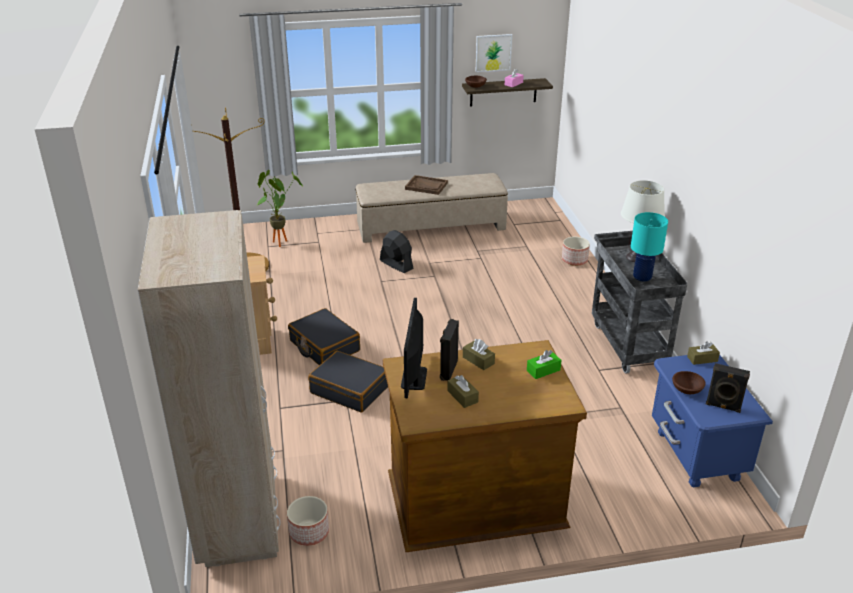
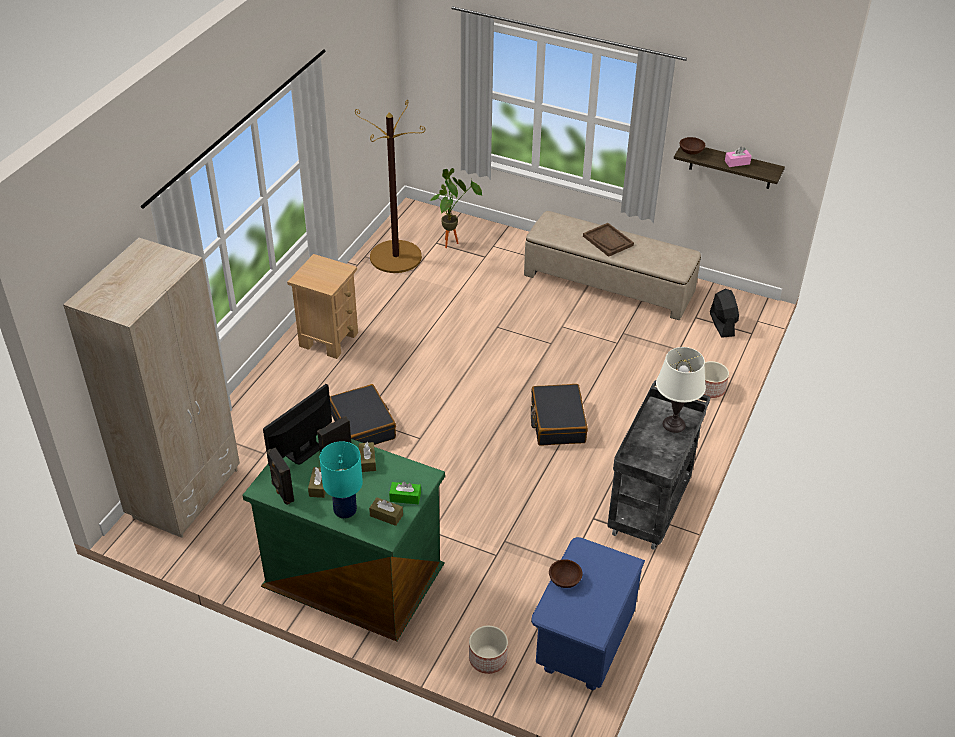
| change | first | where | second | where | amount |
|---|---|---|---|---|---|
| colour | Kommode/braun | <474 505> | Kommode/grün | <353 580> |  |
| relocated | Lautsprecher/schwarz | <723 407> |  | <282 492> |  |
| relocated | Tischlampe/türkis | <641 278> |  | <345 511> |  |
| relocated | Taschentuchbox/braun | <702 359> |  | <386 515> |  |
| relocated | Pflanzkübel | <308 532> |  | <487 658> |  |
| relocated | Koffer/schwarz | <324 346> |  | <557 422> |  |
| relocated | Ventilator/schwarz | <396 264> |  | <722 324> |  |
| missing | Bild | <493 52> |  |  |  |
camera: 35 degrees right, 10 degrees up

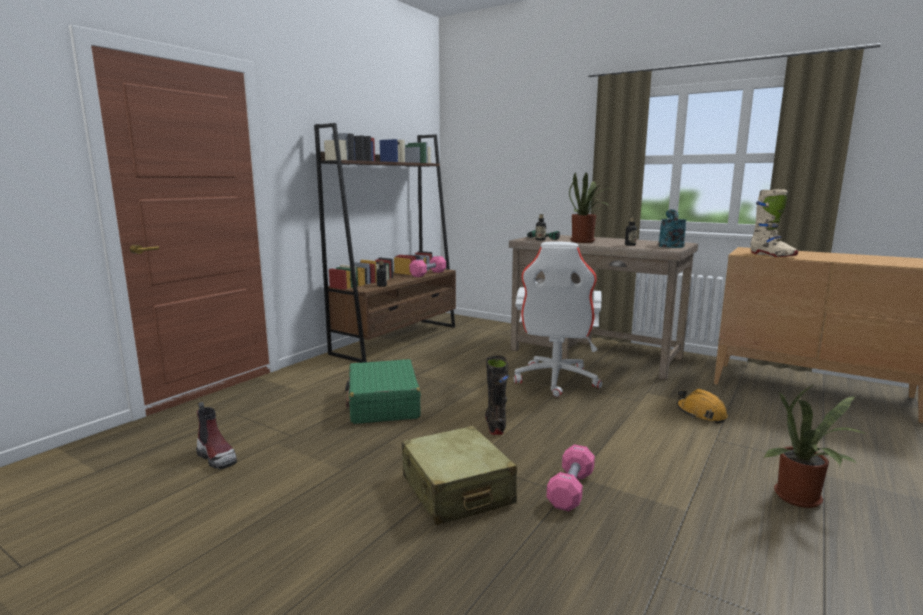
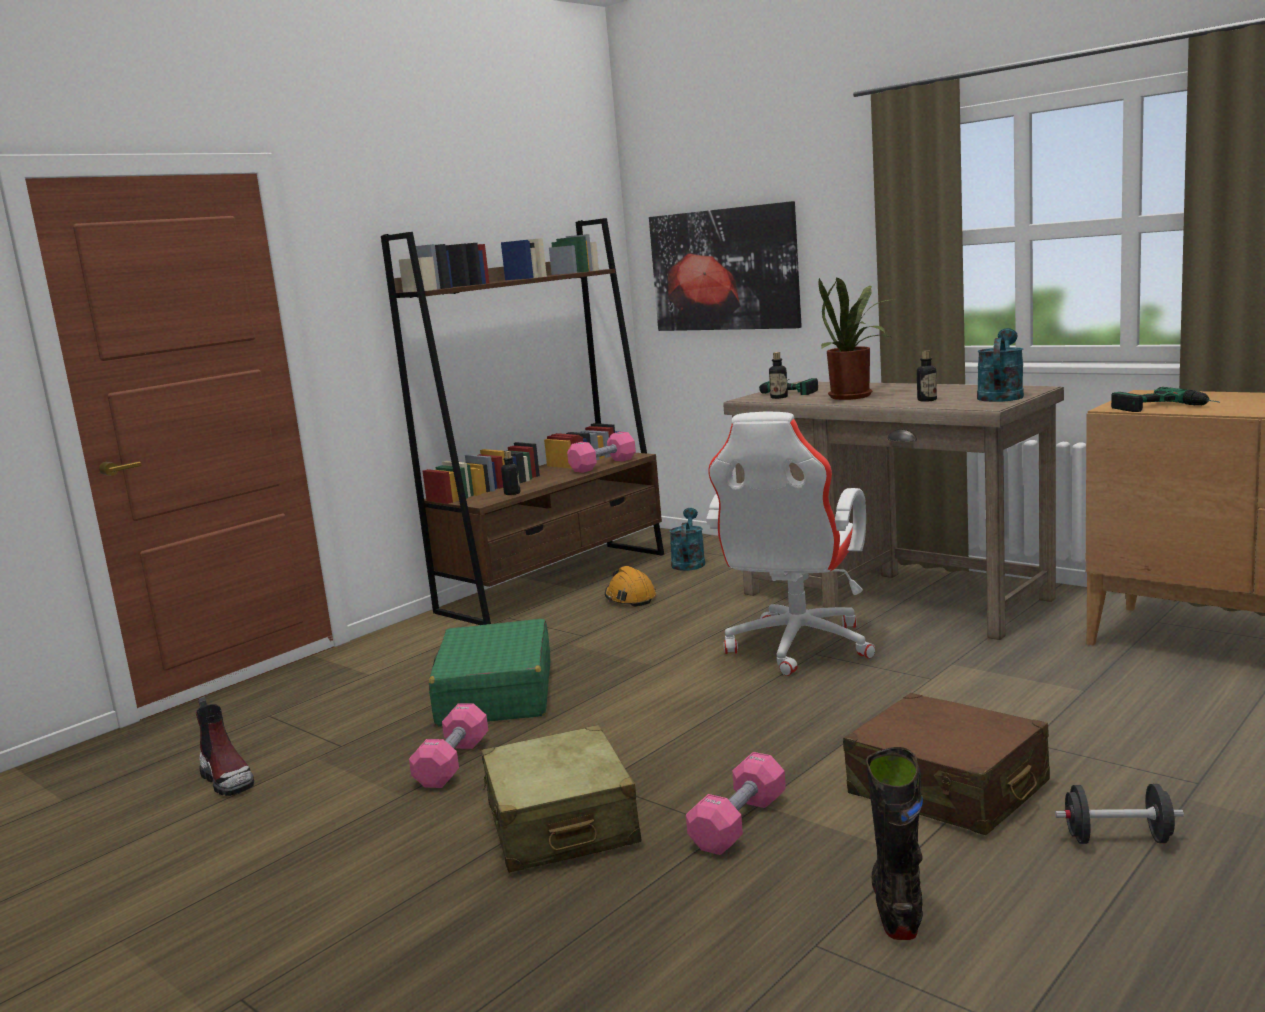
| change | first | where | second | where | amount |
|---|---|---|---|---|---|
| appeared |  |  | Hantel/rosa | <452 763> |  |
| relocated | Schutzhelm/orange | <701 414> |  | <630 598> |  |
| appeared |  |  | Bild | <724 269> |  |
| appeared |  |  | Gießkanne/türkis | <688 562> |  |
| appeared |  |  | Koffer/braun | <947 789> |  |
| relocated | Stiefel/schwarz | <495 425> |  | <897 907> |  |
| exchanged | Topfpflanze | <801 500> | Hantel/schwarz | <1118 839> |  |
| exchanged | Stiefel/beige | <772 255> | Bohrmaschine | <1167 408> |  |
camera: 10 degrees right, 0 degrees up

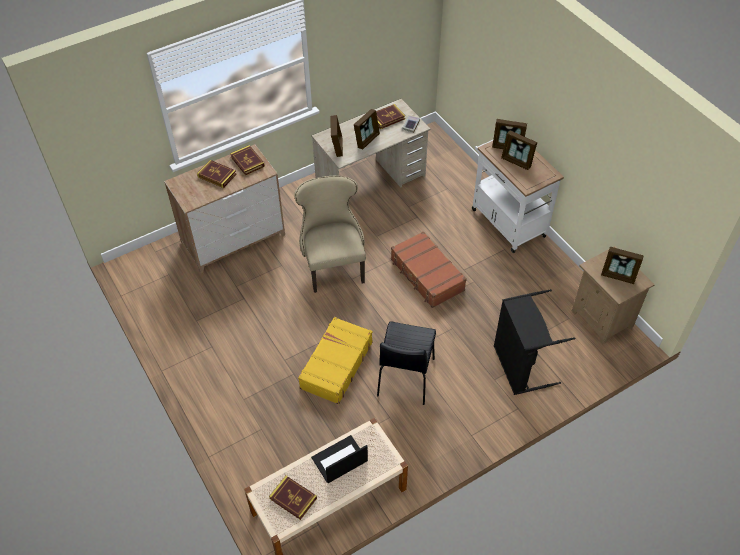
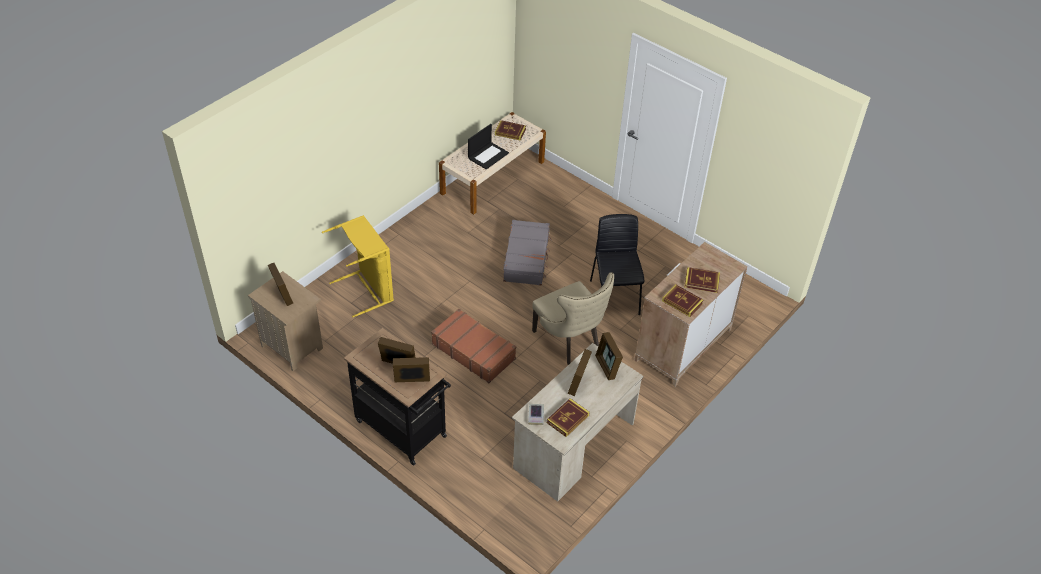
| change | first | where | second | where | amount |
|---|---|---|---|---|---|
| spun | Bilderrahmen | <618 276> |  | <282 295> | 60 degrees clockwise |
| colour | Wäschekorb/schwarz | <519 366> | Wäschekorb/gelb | <367 290> |  |
| colour | Rollwagen/weiß | <506 222> | Rollwagen/schwarz | <403 430> |  |
| colour | Koffer/gelb | <336 365> | Koffer/grau | <527 258> |  |
| relocated | Stuhl/schwarz | <405 379> |  | <614 295> |  |
camera: 160 degrees right, 5 degrees down

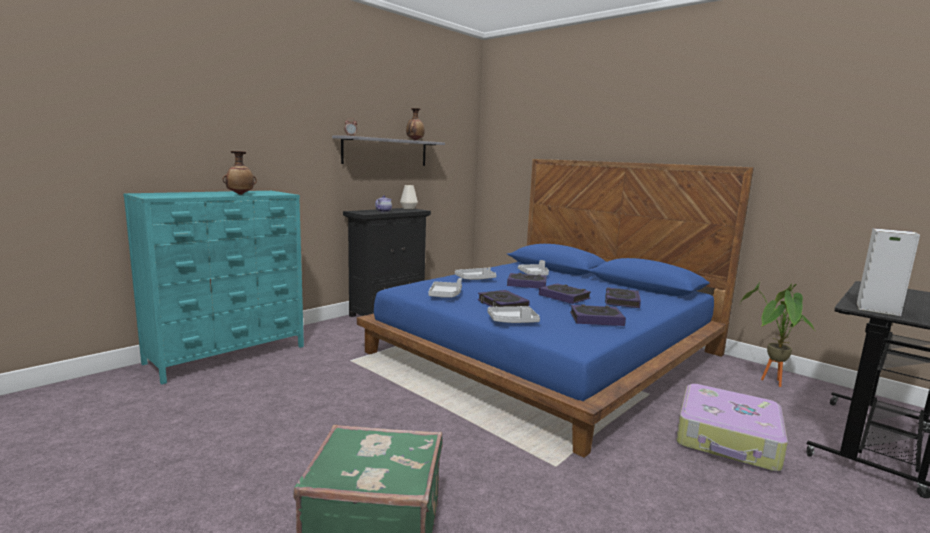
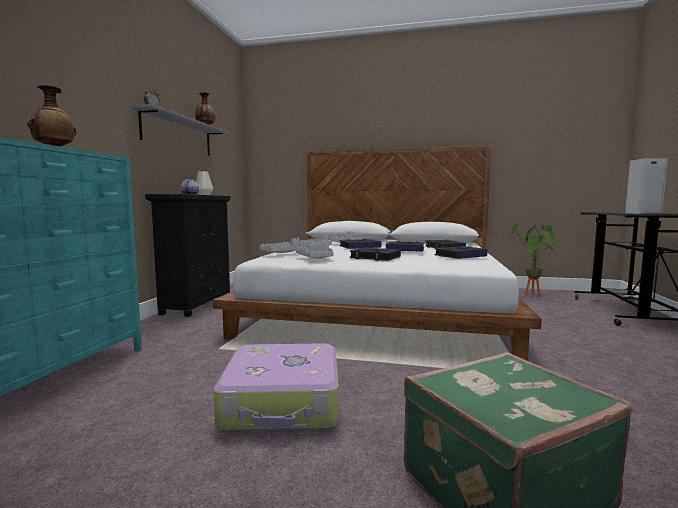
| change | first | where | second | where | amount |
|---|---|---|---|---|---|
| colour | Bett/blau | <546 353> | Bett/weiß | <381 307> |  |
| relocated | Koffer | <728 440> |  | <283 403> |  |
| relocated | Tablett/grau | <513 321> |  | <283 252> |  |
camera: 30 degrees left, 5 degrees down

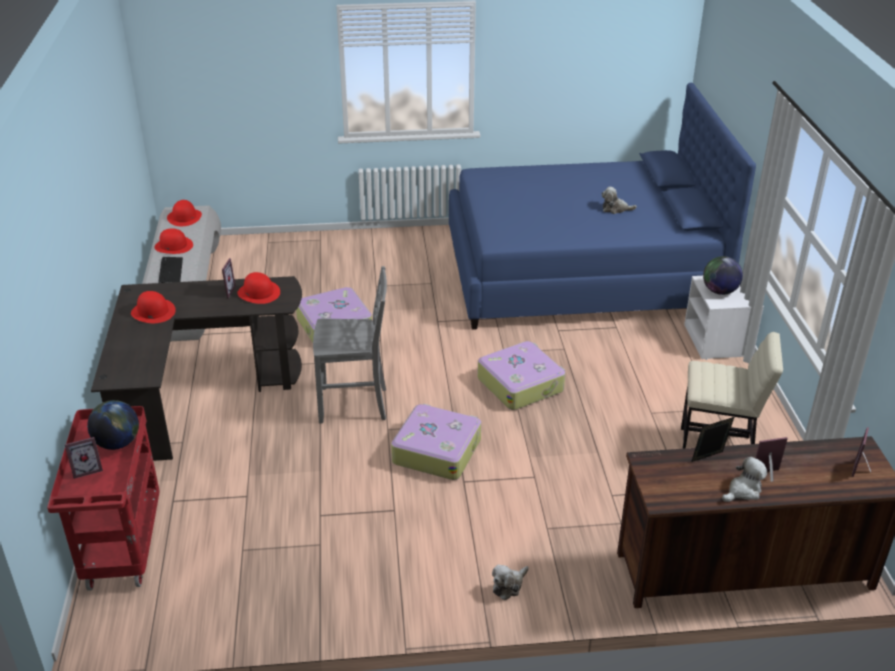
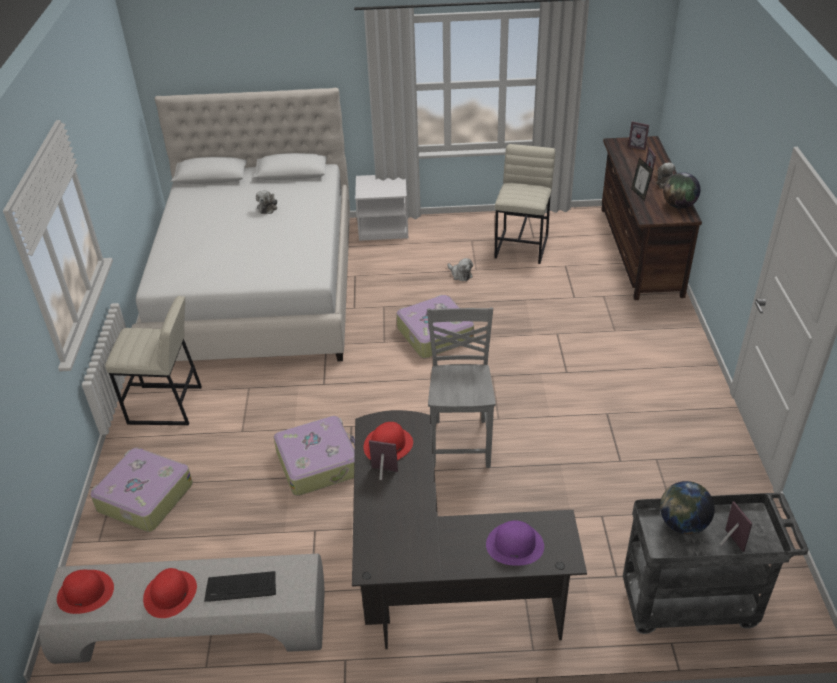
| change | first | where | second | where | amount |
|---|---|---|---|---|---|
| relocated | Koffer | <436 450> |  | <144 497> |  |
| appeared |  |  | Stuhl/beige | <167 405> |  |
| colour | Bett/blau | <581 272> | Bett/weiß | <258 287> |  |
| relocated | Plüschtier | <509 586> |  | <460 274> |  |
| appeared |  |  | Hut/lila | <515 545> |  |
| colour | Rollwagen/rot | <123 551> | Rollwagen/schwarz | <694 608> |  |
| relocated | Globus | <719 291> |  | <679 205> |  |
| missing | Hut/rot | <153 312> |  |  |  |
camera: 85 degrees left, 5 degrees up

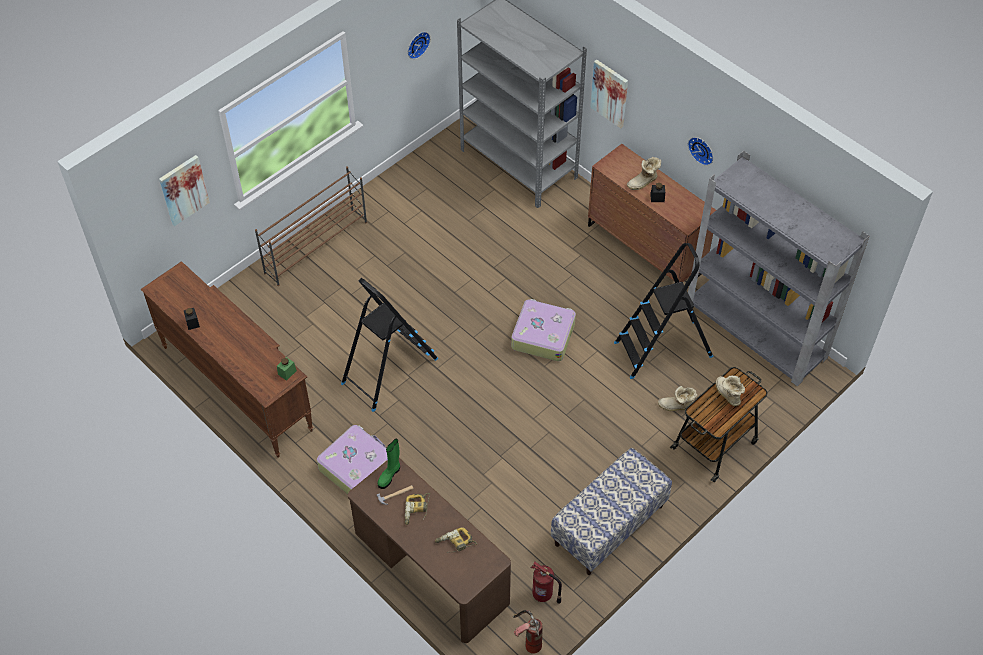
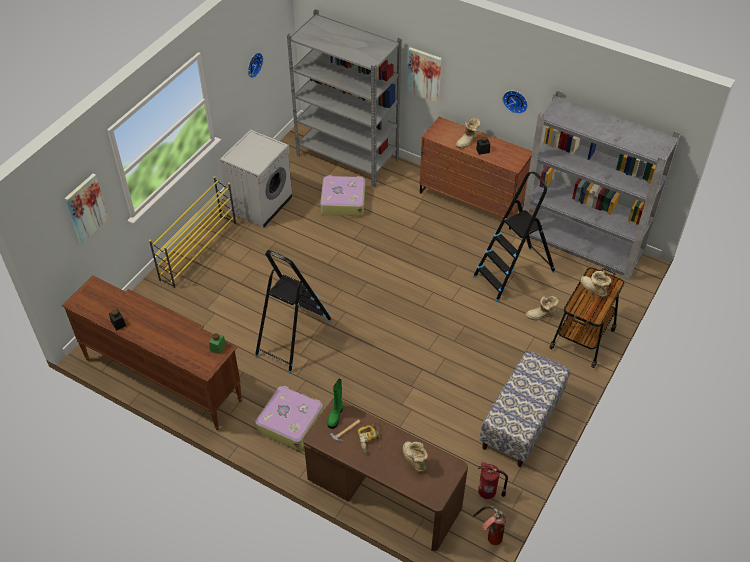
| change | first | where | second | where | amount |
|---|---|---|---|---|---|
| colour | Schuhregal/braun | <317 247> | Schuhregal/gelb | <199 252> |  |
| appeared |  |  | Waschmaschine/weiß | <261 205> |  |
| relocated | Koffer | <543 335> |  | <343 201> |  |
| exchanged | Bohrmaschine | <455 543> | Stiefel | <413 460> |  |
camera: 15 degrees left, 5 degrees down

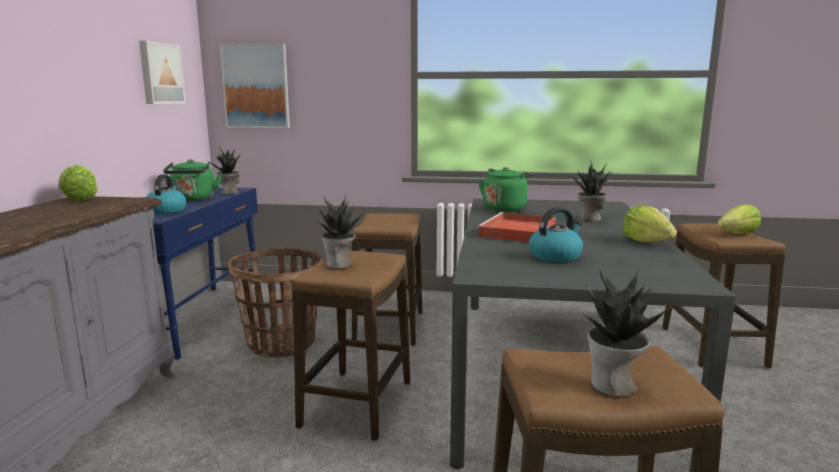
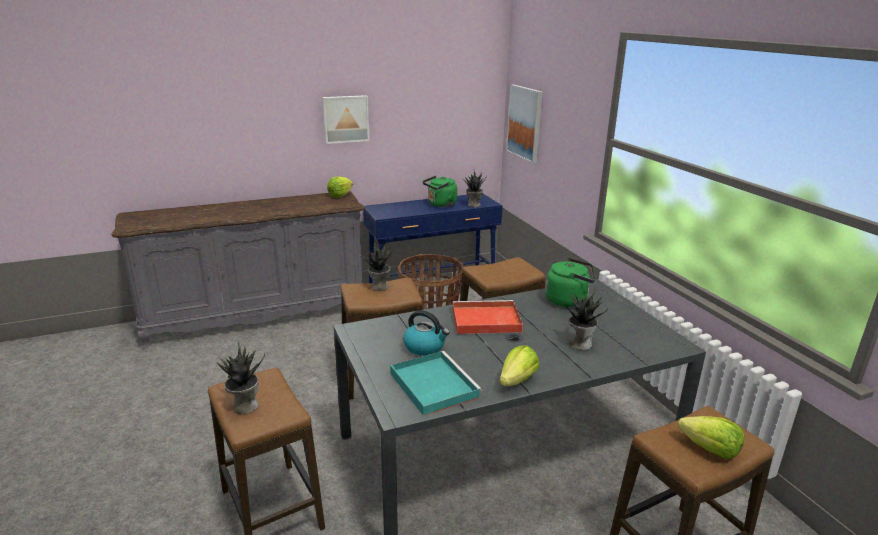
| change | first | where | second | where | amount |
|---|---|---|---|---|---|
| relocated | Bild | <160 74> |  | <345 119> |  |
| appeared |  |  | Tablett/türkis | <432 384> |  |
| missing | Wasserkessel | <166 210> |  |  |  |
camera: 60 degrees right, 10 degrees up

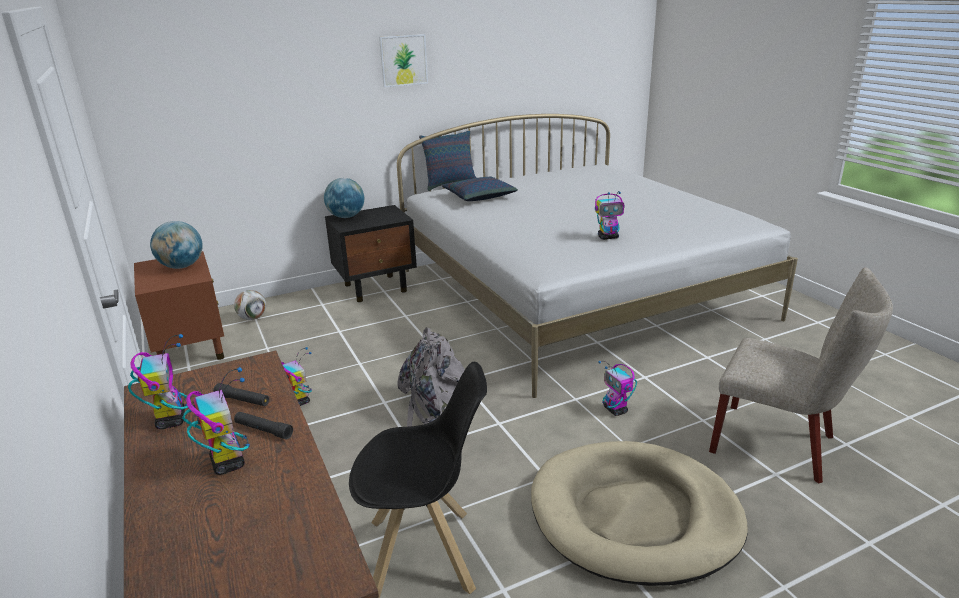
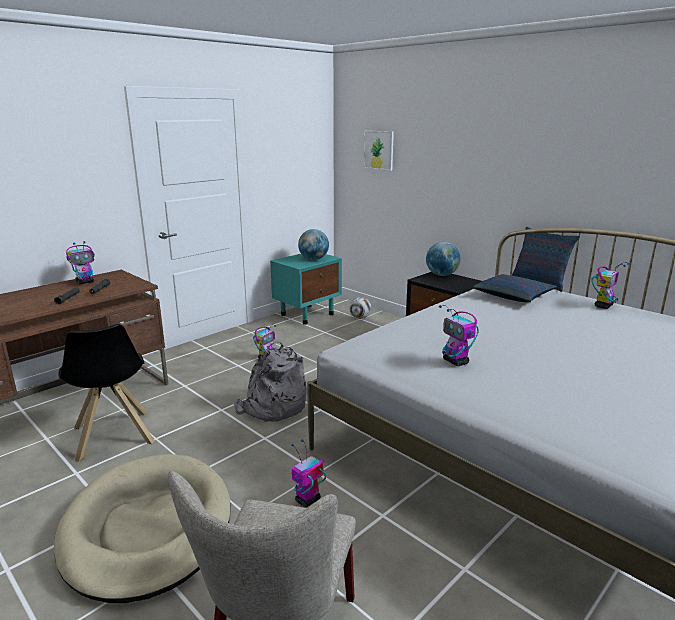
| change | first | where | second | where | amount |
|---|---|---|---|---|---|
| colour | Nachttisch/braun | <191 351> | Nachttisch/türkis | <307 314> |  |
| relocated | Bild | <403 60> |  | <378 150> |  |
| relocated | Spielzeugroboter | <227 462> |  | <603 306> |  |
camera: 70 degrees right, 5 degrees down

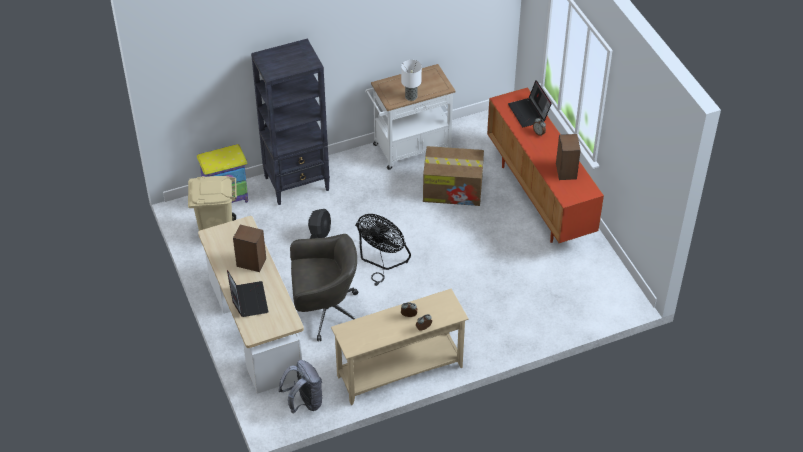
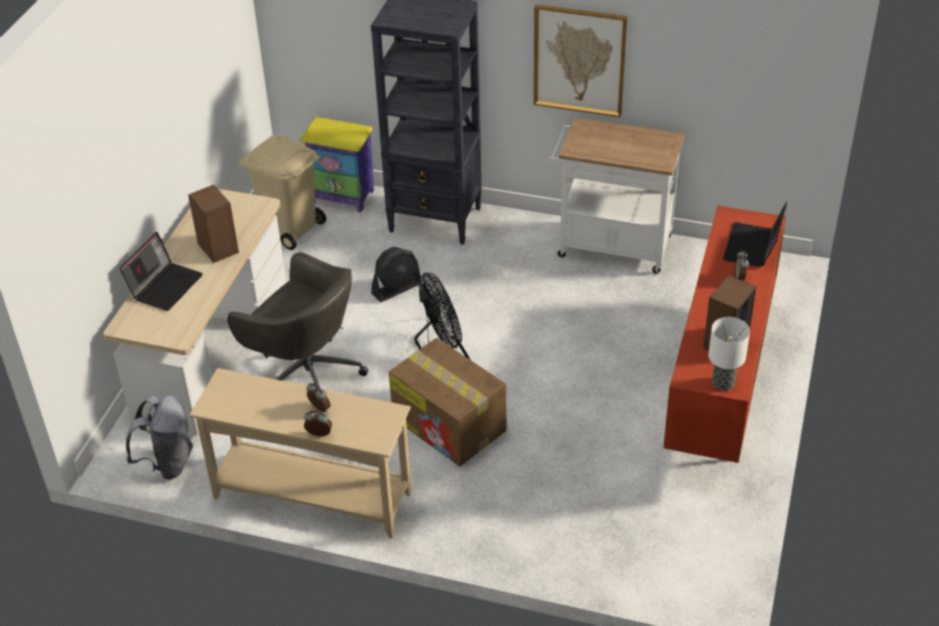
| change | first | where | second | where | amount |
|---|---|---|---|---|---|
| relocated | Karton | <453 189> |  | <450 425> |  |
| appeared |  |  | Bild | <579 60> |  |
| relocated | Tischlampe | <411 96> |  | <724 383> |  |
camera: 40 degrees right, 5 degrees down

